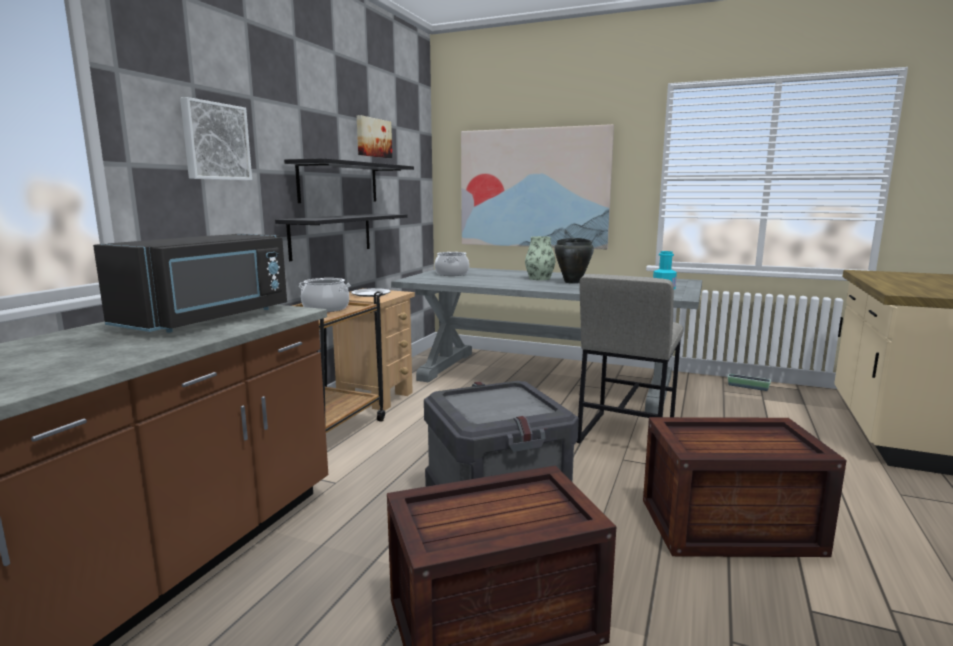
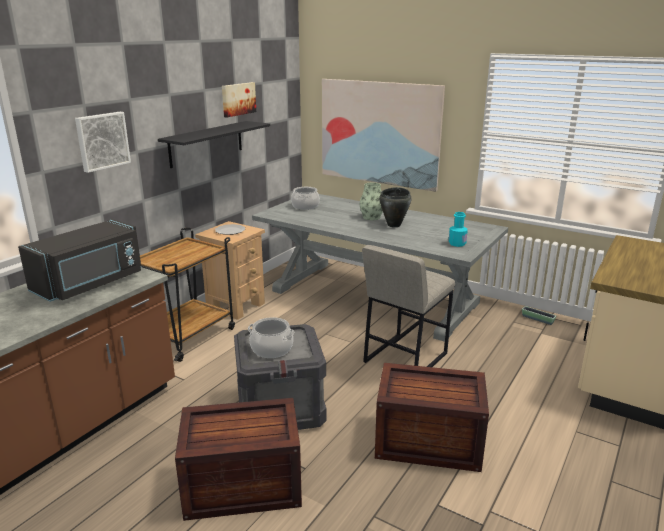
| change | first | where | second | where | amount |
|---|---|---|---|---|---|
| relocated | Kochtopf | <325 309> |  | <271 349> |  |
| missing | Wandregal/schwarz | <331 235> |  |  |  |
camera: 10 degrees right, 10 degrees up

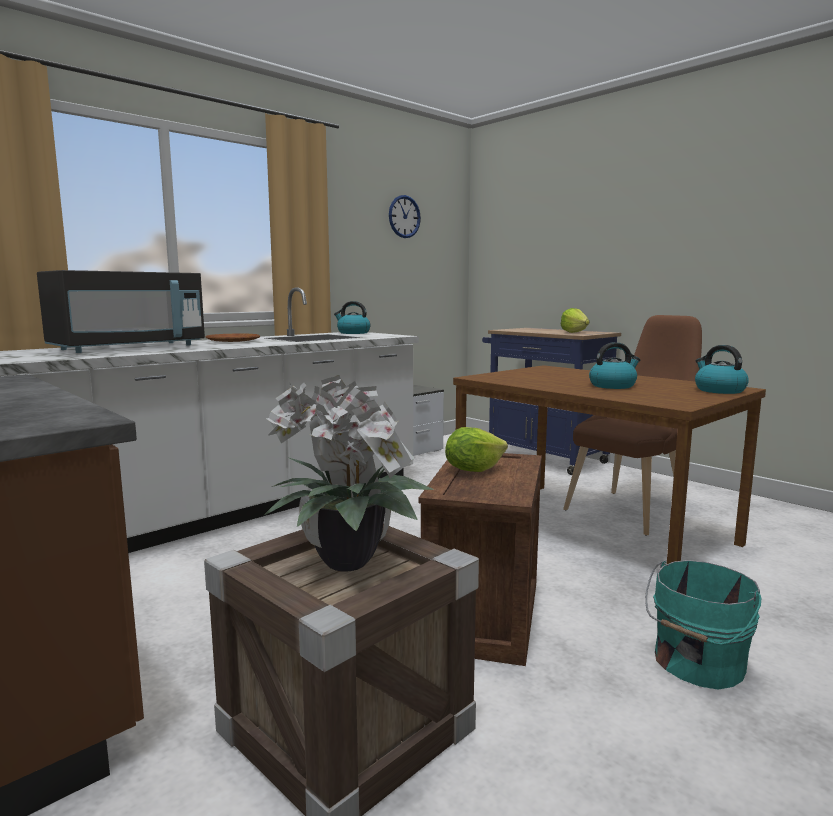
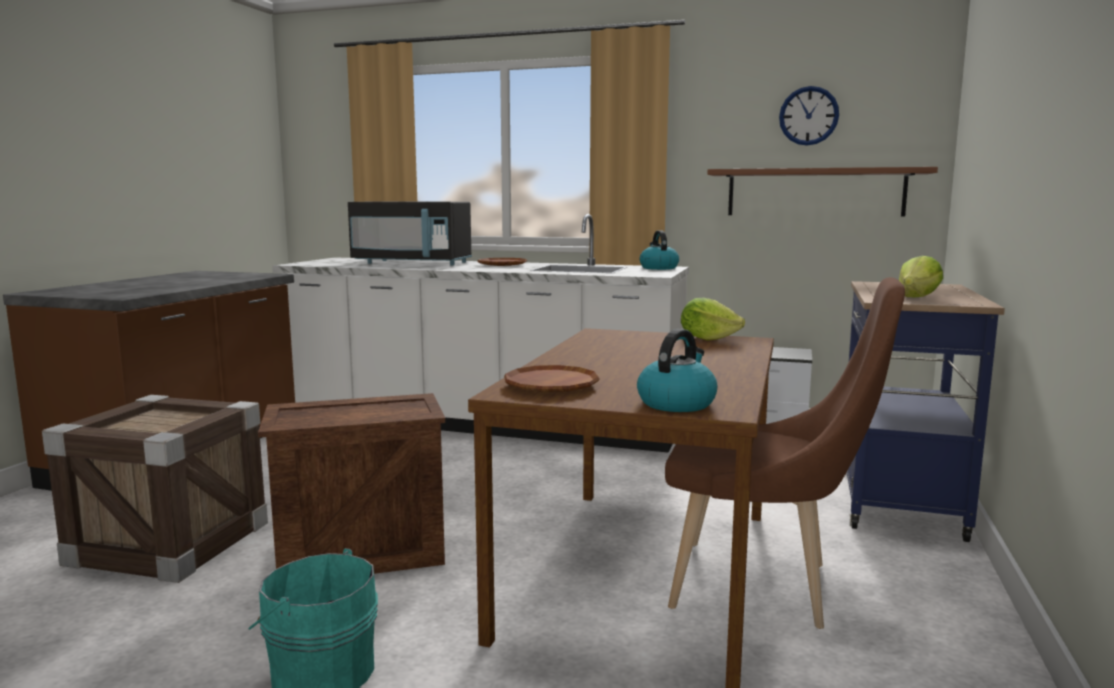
| change | first | where | second | where | amount |
|---|---|---|---|---|---|
| appeared |  |  | Teller/braun | <551 386> |  |
| relocated | Salatkopf | <473 469> |  | <708 338> |  |
| appeared |  |  | Wandregal/braun | <815 193> |  |
| missing | Topfpflanze | <349 565> |  |  |  |
| missing | Wasserkessel | <613 386> |  |  |  |
camera: 60 degrees right, 0 degrees up

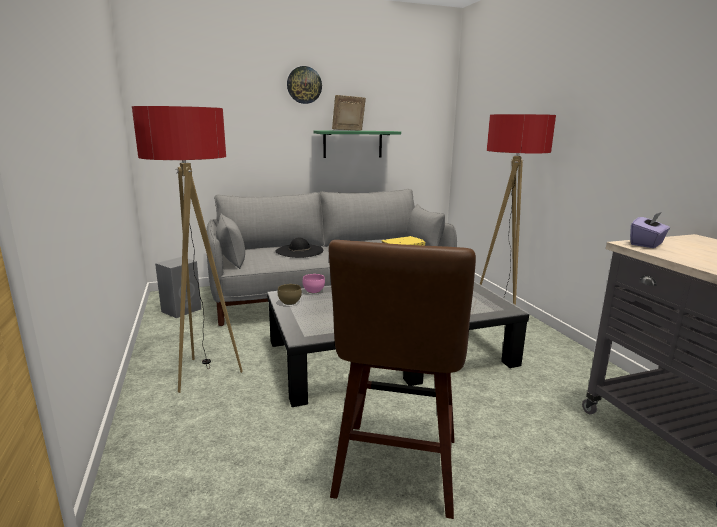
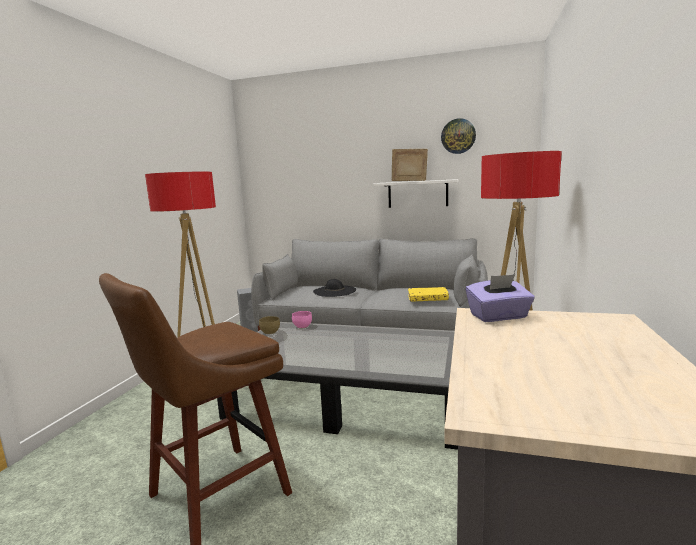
| change | first | where | second | where | amount |
|---|---|---|---|---|---|
| colour | Wandregal/grün | <352 144> | Wandregal/weiß | <417 194> |  |
| relocated | Wanduhr | <304 85> |  | <458 136> |  |
camera: 35 degrees right, 5 degrees down

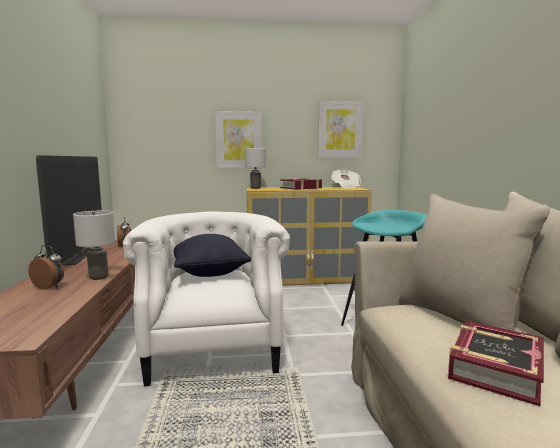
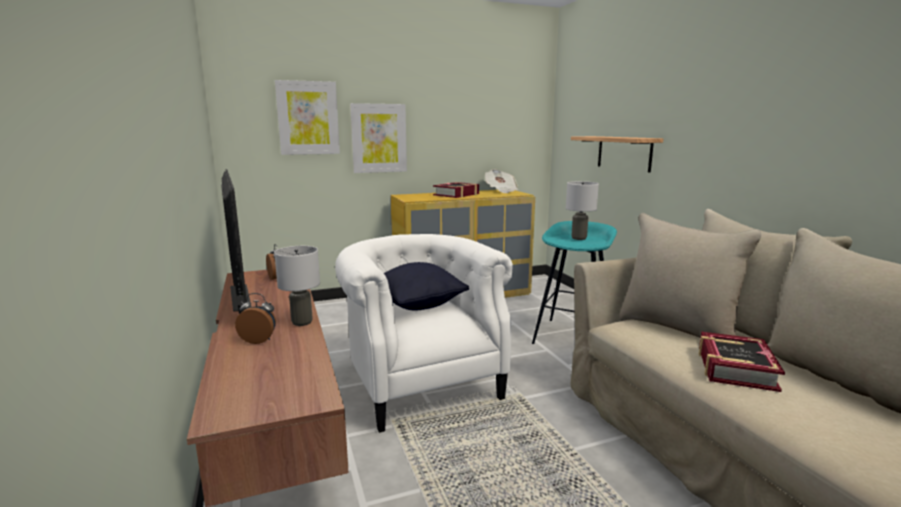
| change | first | where | second | where | amount |
|---|---|---|---|---|---|
| relocated | Bild | <340 129> |  | <308 118> |  |
| relocated | Tischlampe/weiß | <256 188> |  | <579 238> |  |
| appeared |  |  | Wandregal | <624 153> |  |
camera: 15 degrees left, 5 degrees up

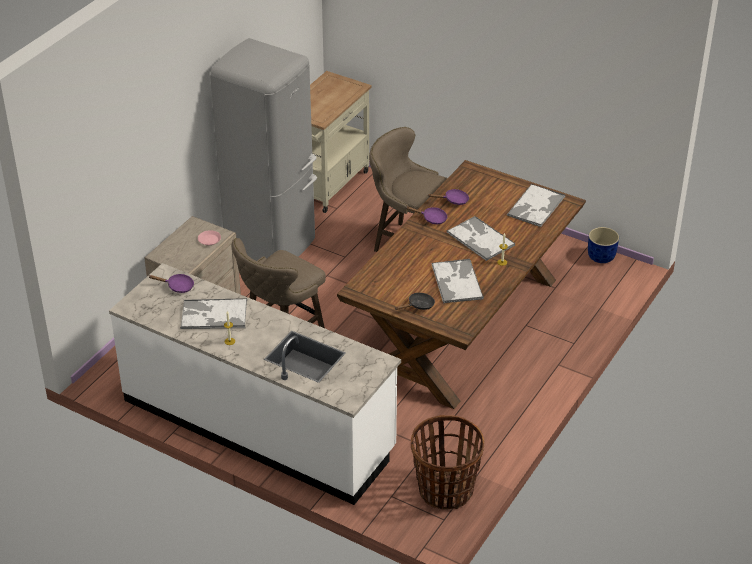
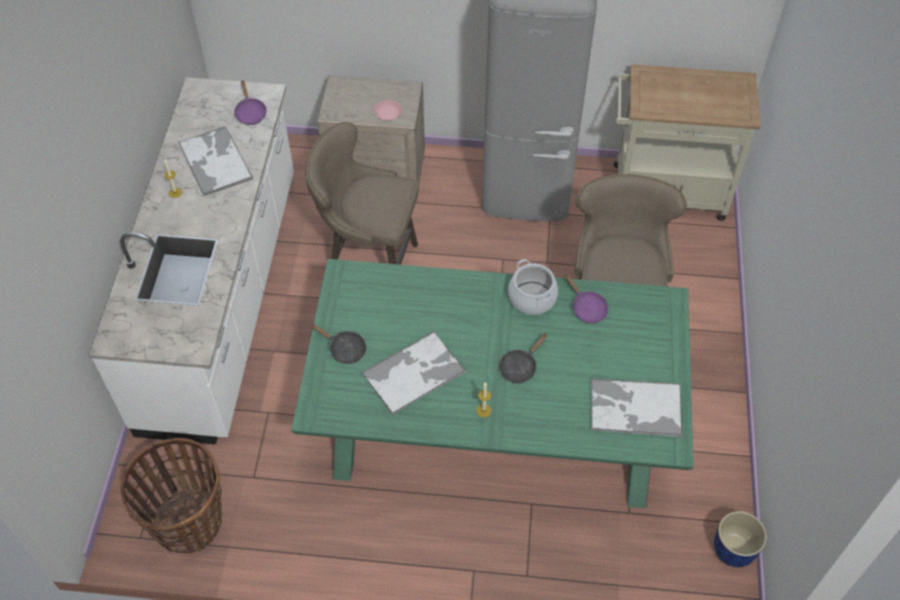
| change | first | where | second | where | amount |
|---|---|---|---|---|---|
| colour | Esstisch/braun | <462 324> | Esstisch/grün | <492 430> |  |
| exchanged | Tablett | <480 239> | Pfanne/schwarz | <520 367> |  |
| exchanged | Pfanne/lila | <432 218> | Kochtopf | <532 298> |  |
camera: 65 degrees right, 15 degrees up

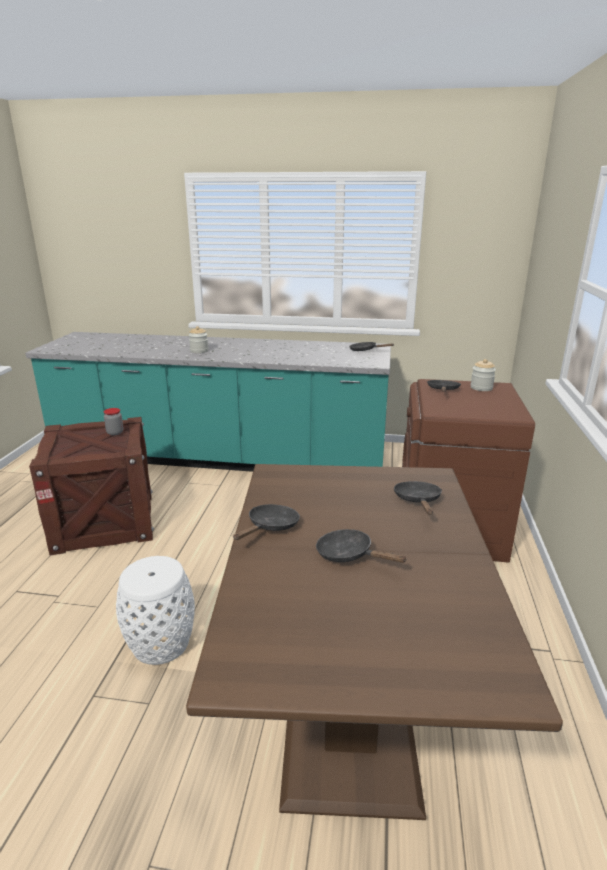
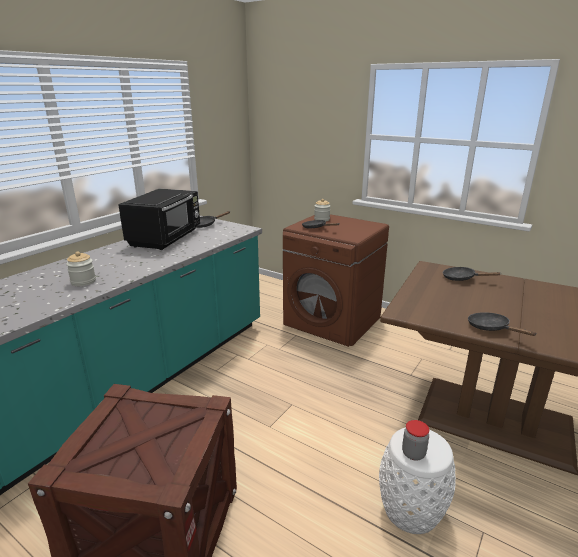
| change | first | where | second | where | amount |
|---|---|---|---|---|---|
| appeared |  |  | Mikrowelle/schwarz | <166 238> |  |
| relocated | Vorratsglas | <115 433> |  | <413 453> |  |
| missing | Pfanne/schwarz | <349 555> |  |  |  |
camera: 65 degrees left, 0 degrees up

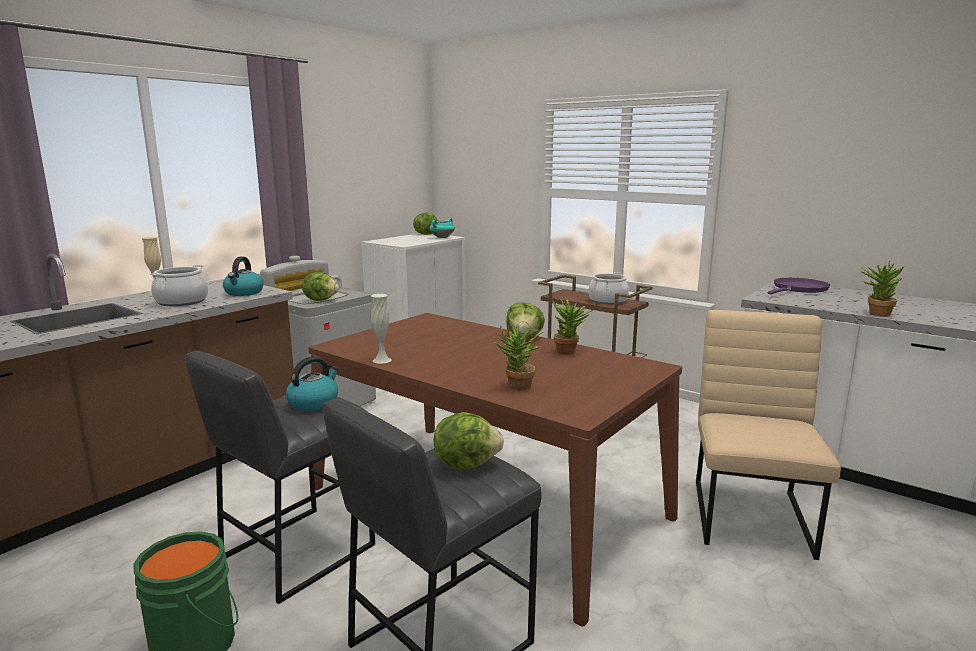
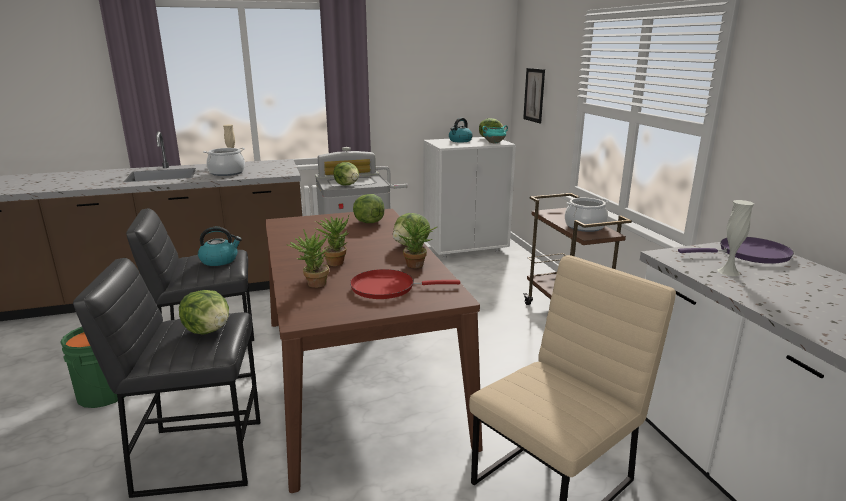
| change | first | where | second | where | amount |
|---|---|---|---|---|---|
| relocated | Topfpflanze | <875 313> |  | <336 261> |  |
| appeared |  |  | Pfanne/rot | <387 288> |  |
| appeared |  |  | Salatkopf | <368 222> |  |
| relocated | Wasserkessel | <244 293> |  | <460 141> |  |
| appeared |  |  | Bild | <534 95> |  |
| relocated | Vase/weiß | <382 360> |  | <728 272> |  |
camera: 35 degrees right, 5 degrees up

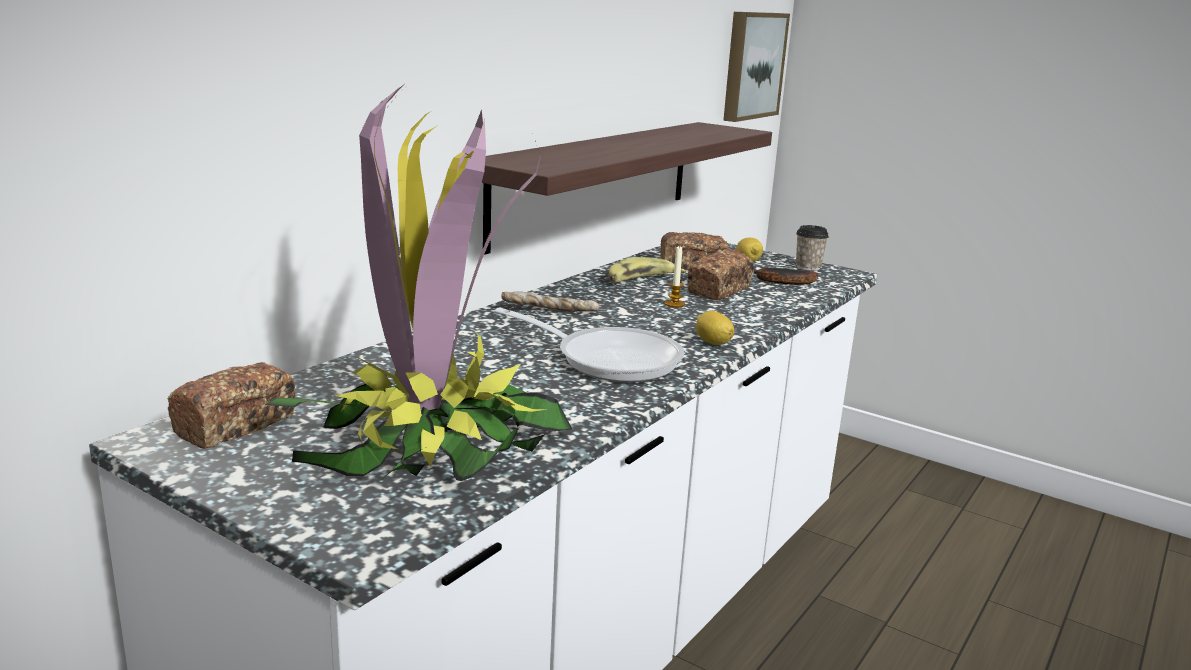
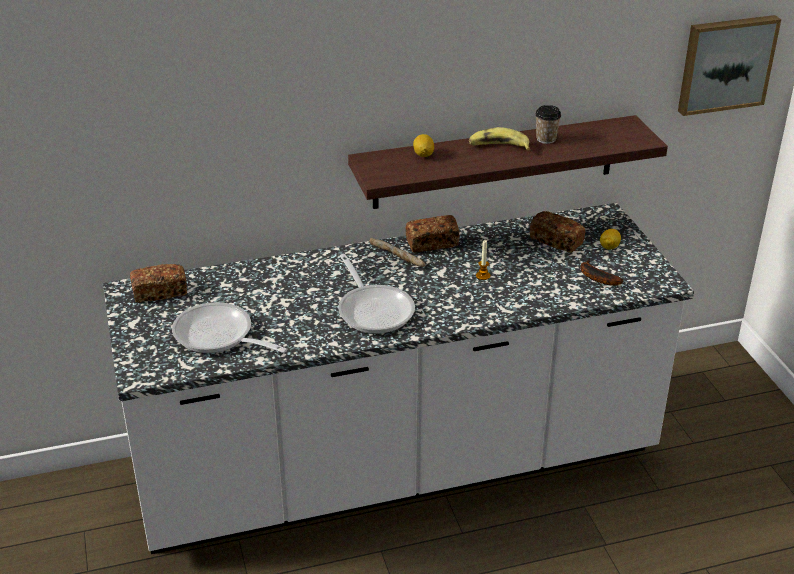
| change | first | where | second | where | amount |
|---|---|---|---|---|---|
| exchanged | Topfpflanze | <432 447> | Pfanne | <218 336> |  |
| relocated | Brot | <719 290> |  | <432 243> |  |
| relocated | Zitrone | <713 343> |  | <423 154> |  |
| relocated | Banane | <641 280> |  | <498 147> |  |
| relocated | Tasse | <808 267> |  | <546 139> |  |
camera: 40 degrees right, 15 degrees up

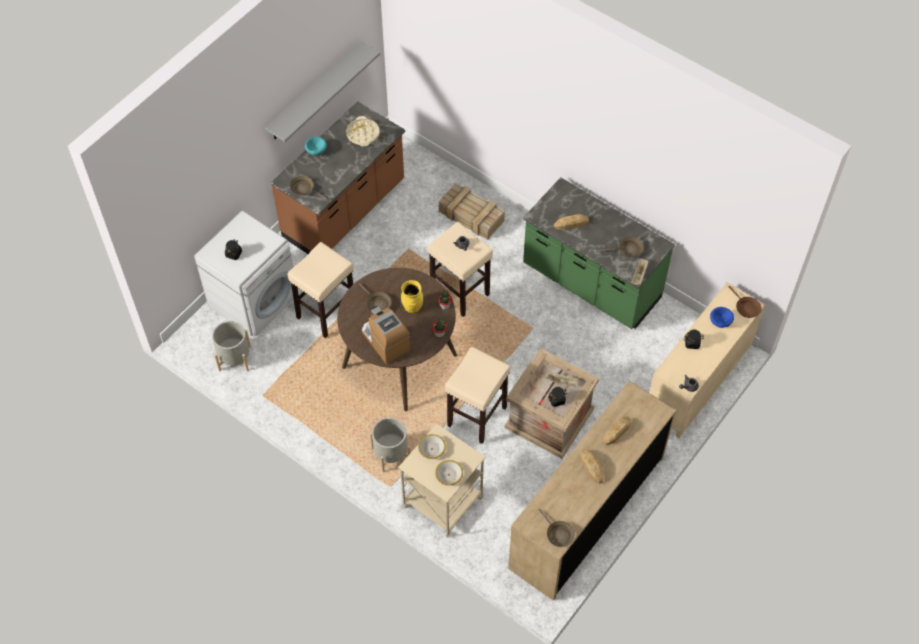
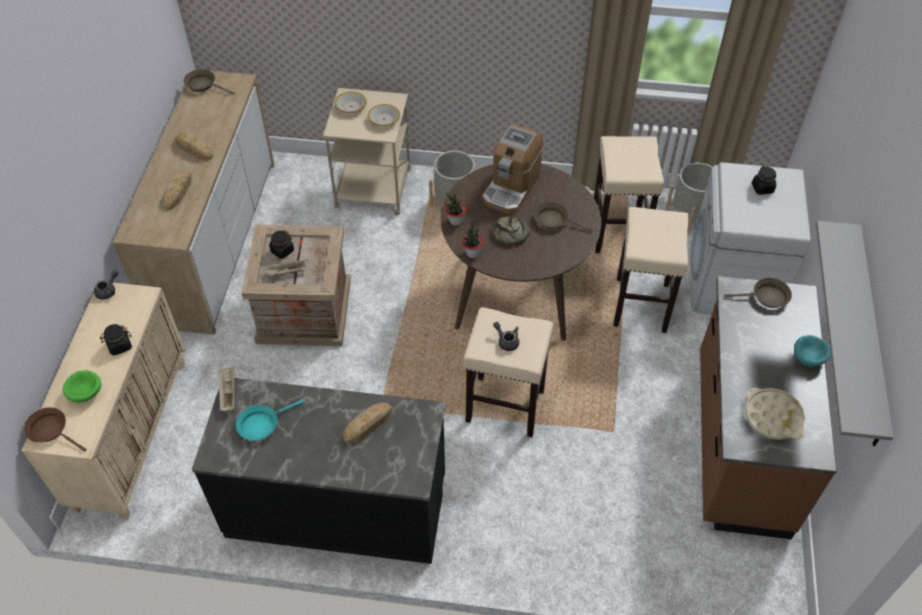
| change | first | where | second | where | amount |
|---|---|---|---|---|---|
| colour | Schüssel/blau | <720 321> | Schüssel/grün | <87 393> |  |
| colour | Küchenzeile/grün | <590 283> | Küchenzeile/schwarz | <337 506> |  |
| colour | Pfanne/braun | <628 250> | Pfanne/türkis | <261 424> |  |
| spun | Kaffeemaschine | <385 341> |  | <511 187> | 90 degrees clockwise |
| exchanged | Vase/gelb | <412 307> | Brot | <510 235> |  |
| relocated | Hocker/beige | <476 417> |  | <617 230> |  |
| missing | Kiste | <472 216> |  |  |  |
camera: 150 degrees right, 5 degrees down

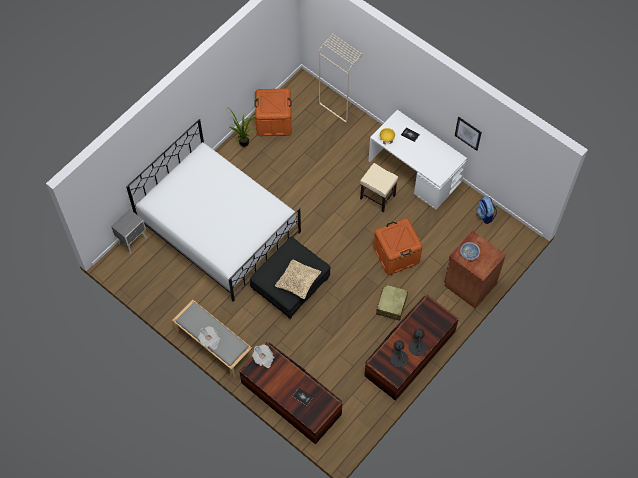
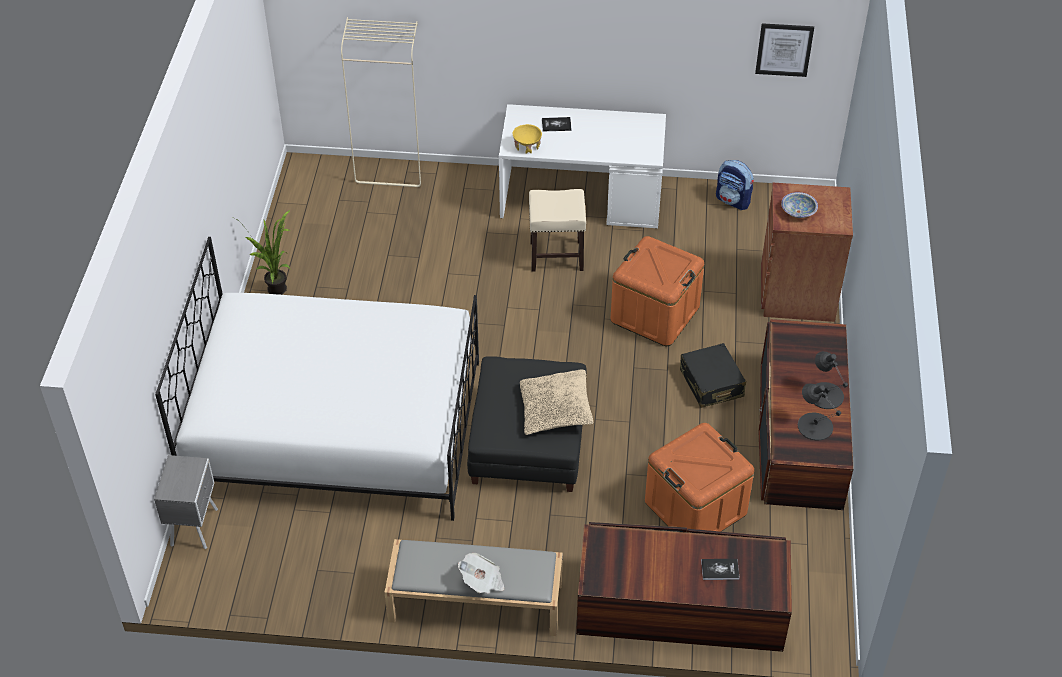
| change | first | where | second | where | amount |
|---|---|---|---|---|---|
| relocated | Aufbewahrungsbox/orange | <274 121> |  | <695 507> |  |
| colour | Koffer/beige | <391 305> | Koffer/schwarz | <711 383> |  |
| relocated | Bild | <468 133> |  | <784 49> |  |
| missing | Zeitung | <263 358> |  |  |  |
camera: 35 degrees left, 15 degrees down

